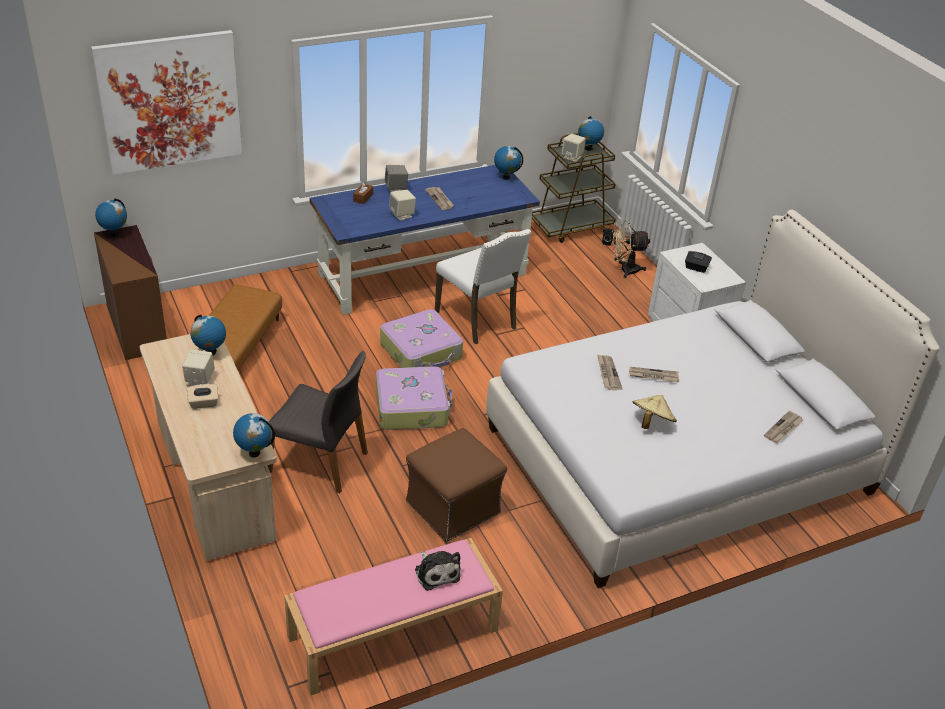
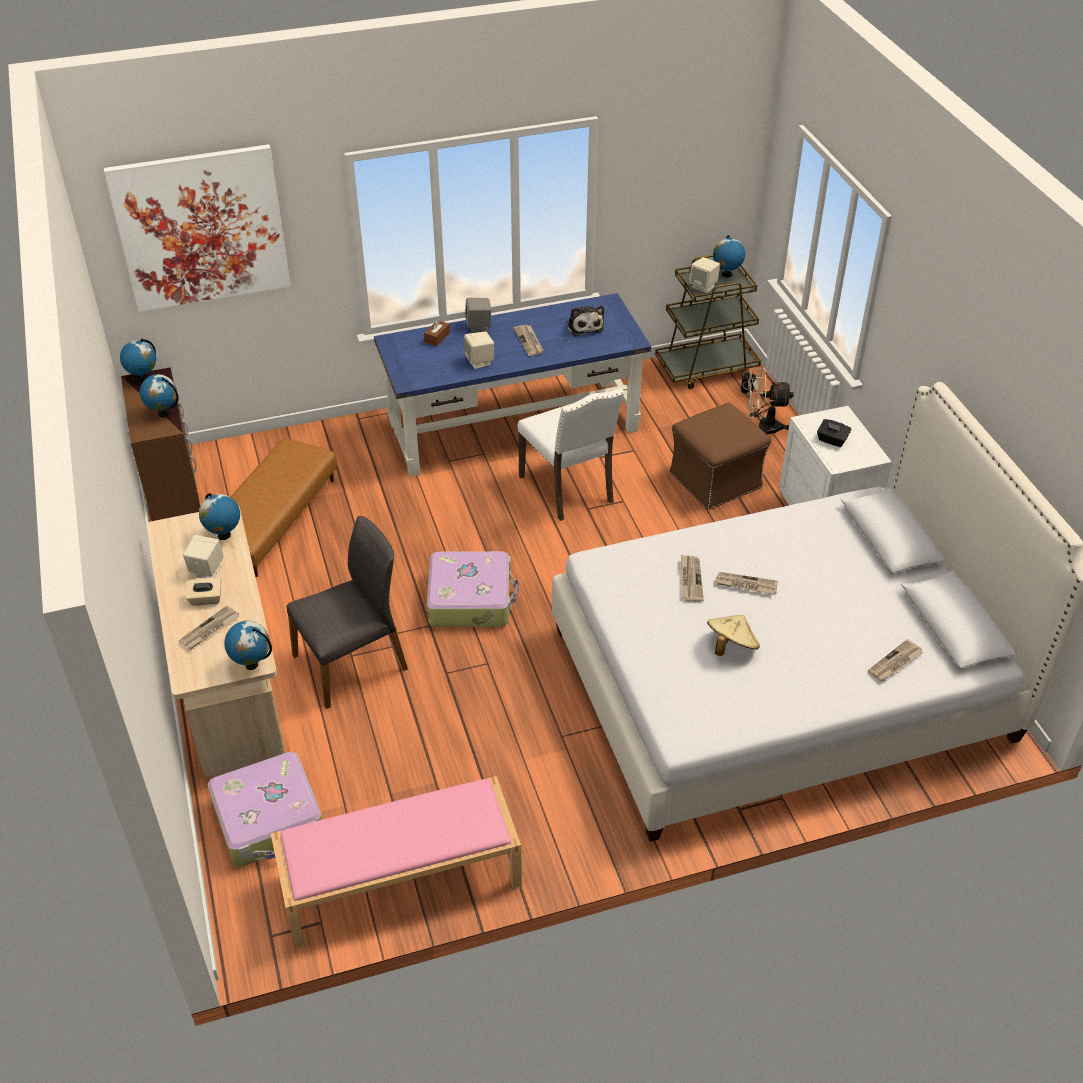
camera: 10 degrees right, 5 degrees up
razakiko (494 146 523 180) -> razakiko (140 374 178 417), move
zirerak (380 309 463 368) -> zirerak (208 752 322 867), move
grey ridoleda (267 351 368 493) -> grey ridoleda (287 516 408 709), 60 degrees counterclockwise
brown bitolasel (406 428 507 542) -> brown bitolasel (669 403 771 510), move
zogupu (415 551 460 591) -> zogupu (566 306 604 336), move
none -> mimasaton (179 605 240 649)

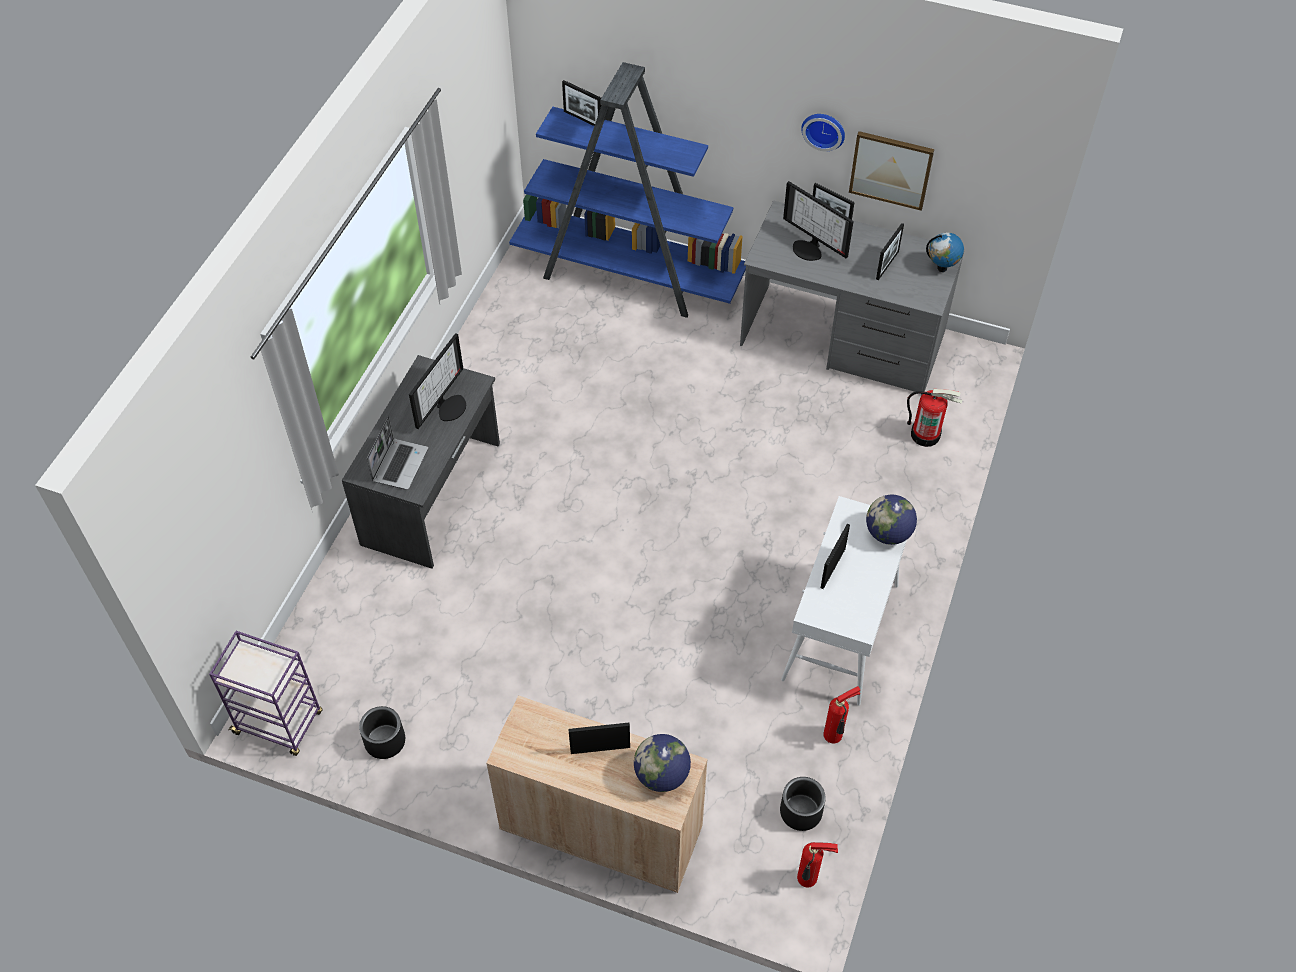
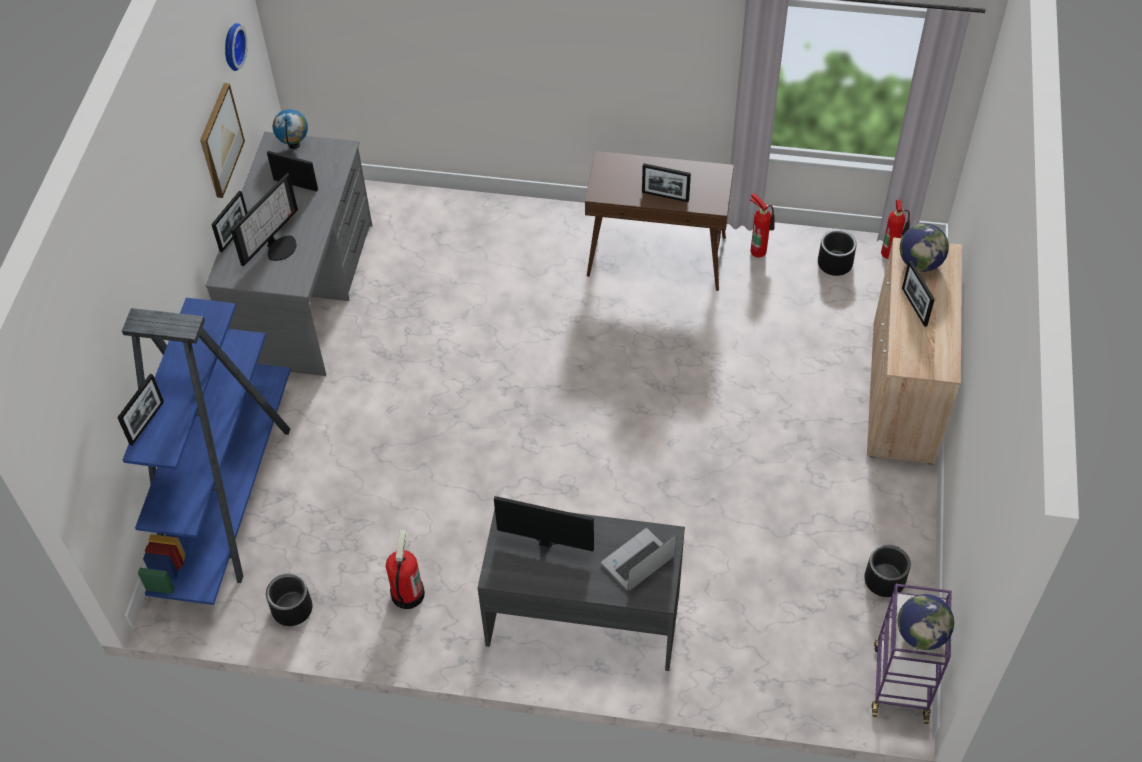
camera: 100 degrees left, 0 degrees up
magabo (801 114 845 152) -> magabo (225 23 248 71), move
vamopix (907 388 962 447) -> vamopix (386 530 425 609), move
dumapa (367 417 428 490) -> dumapa (601 528 676 591), 45 degrees counterclockwise
razakiko (866 495 917 545) -> razakiko (897 594 954 650), move
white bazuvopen (781 496 907 706) -> brown bazuvopen (585 151 734 291)
none -> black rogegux (266 574 312 626)

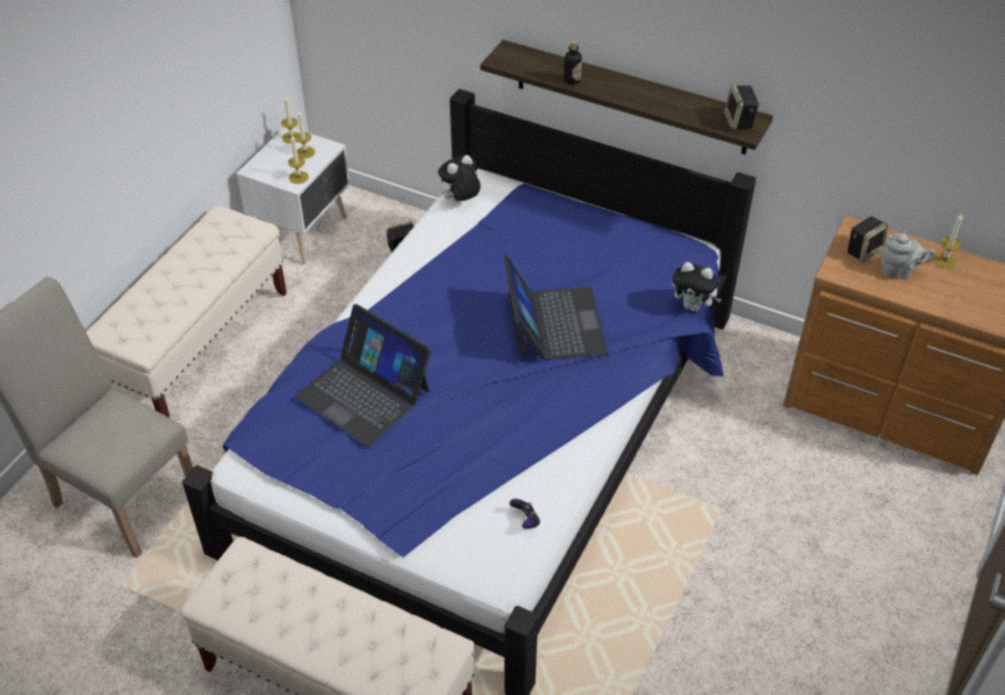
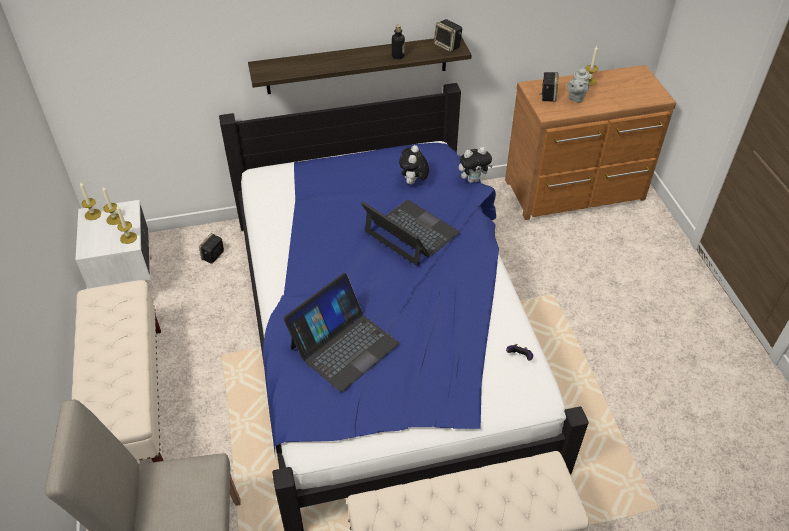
camera: 40 degrees left, 0 degrees up
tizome (564 40 582 85) -> tizome (392 25 405 59), move
zogupu (438 155 480 202) -> zogupu (399 145 429 185), move
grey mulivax (881 233 935 279) -> grey mulivax (567 67 590 103), 135 degrees clockwise
dumapa (295 304 431 446) -> dumapa (283 273 400 392), 45 degrees counterclockwise

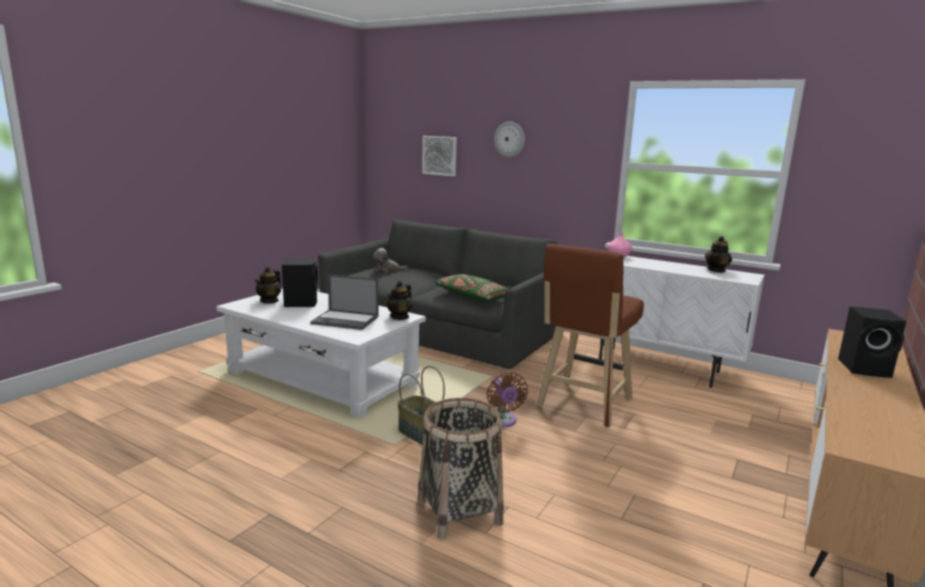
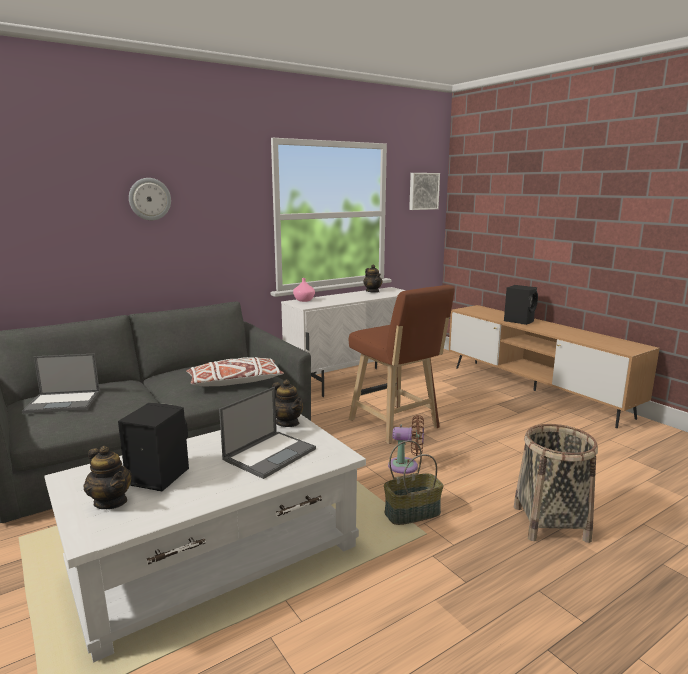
camera: 65 degrees left, 0 degrees up
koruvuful (422 136 457 176) -> koruvuful (409 173 440 210), move
zogupu (373 248 407 273) -> dumapa (22 354 100 414)
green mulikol (435 274 509 302) -> white mulikol (186 357 284 386)

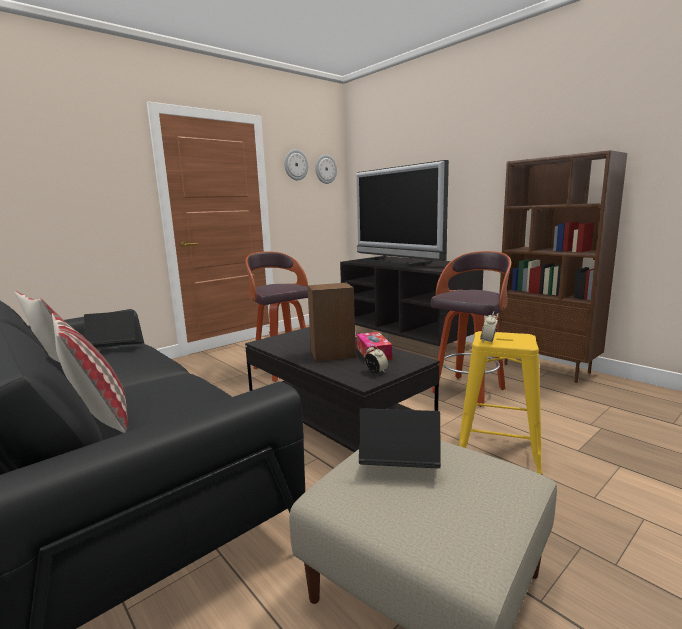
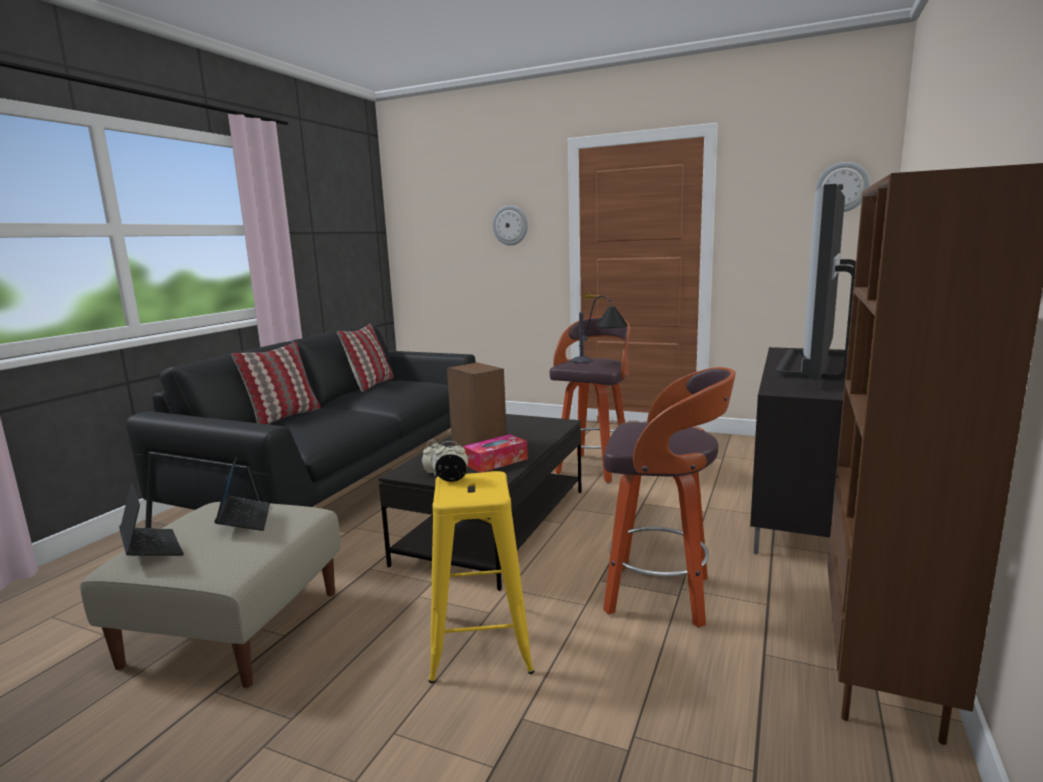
camera: 65 degrees right, 0 degrees up
magabo (284 149 308 180) -> magabo (493 205 528 245), move
dumapa (84 311 143 347) -> dumapa (119 483 184 556), move
none -> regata (571 296 628 363)

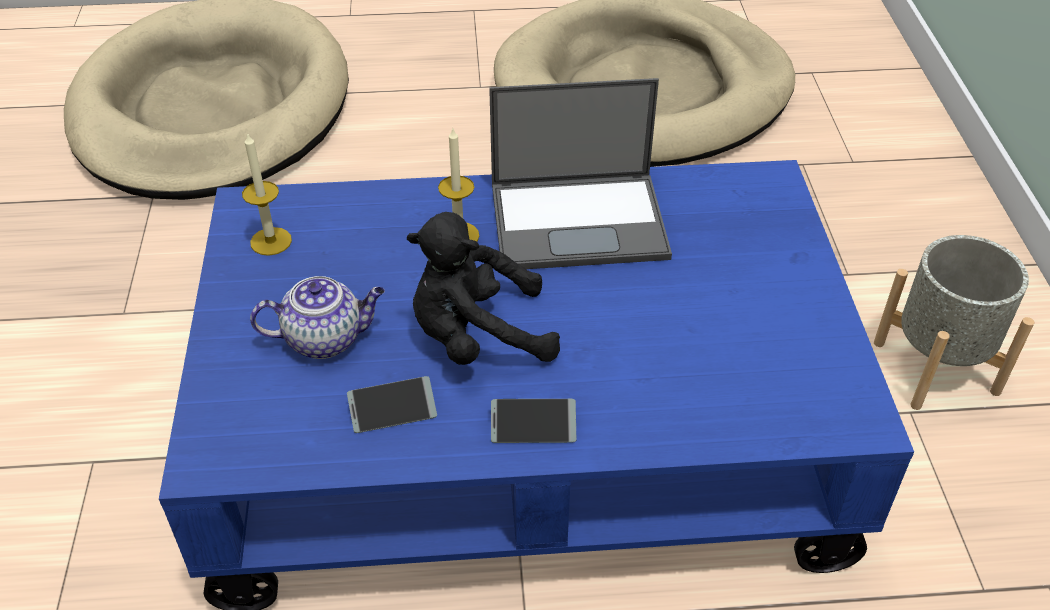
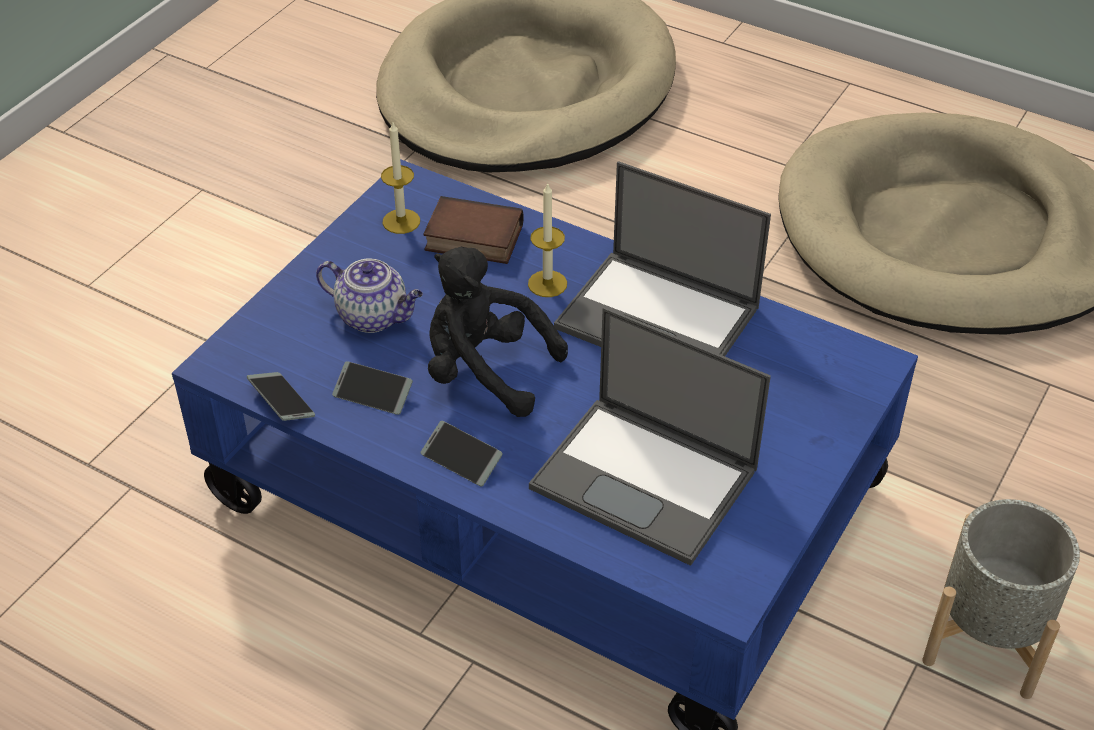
camera: 35 degrees right, 0 degrees up
none -> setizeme (423 196 524 264)
none -> dumapa (529 307 771 566)
none -> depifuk (247 372 315 421)

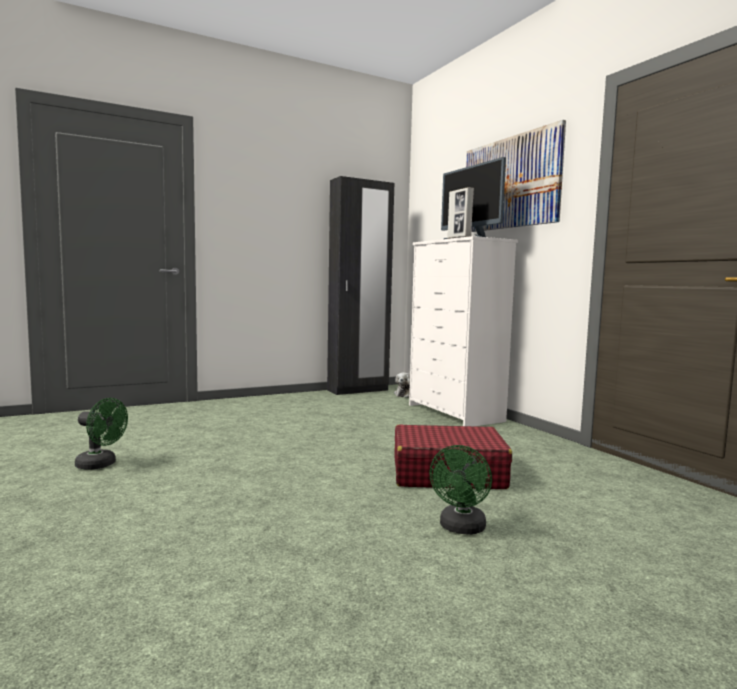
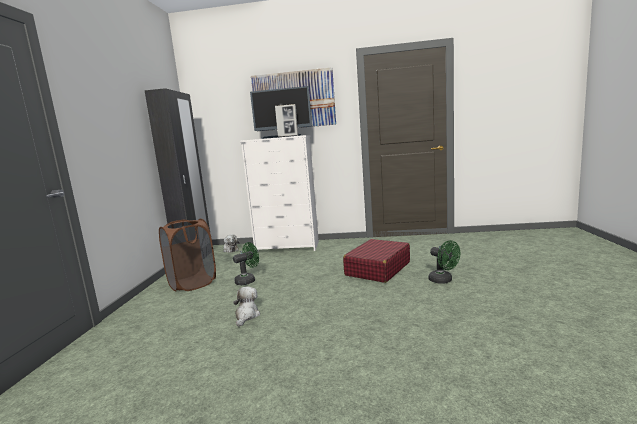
camera: 55 degrees left, 5 degrees up
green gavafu (75 398 128 470) -> green gavafu (233 242 259 285), move
none -> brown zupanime (159 219 216 292)
none -> zogupu (233 286 260 327)

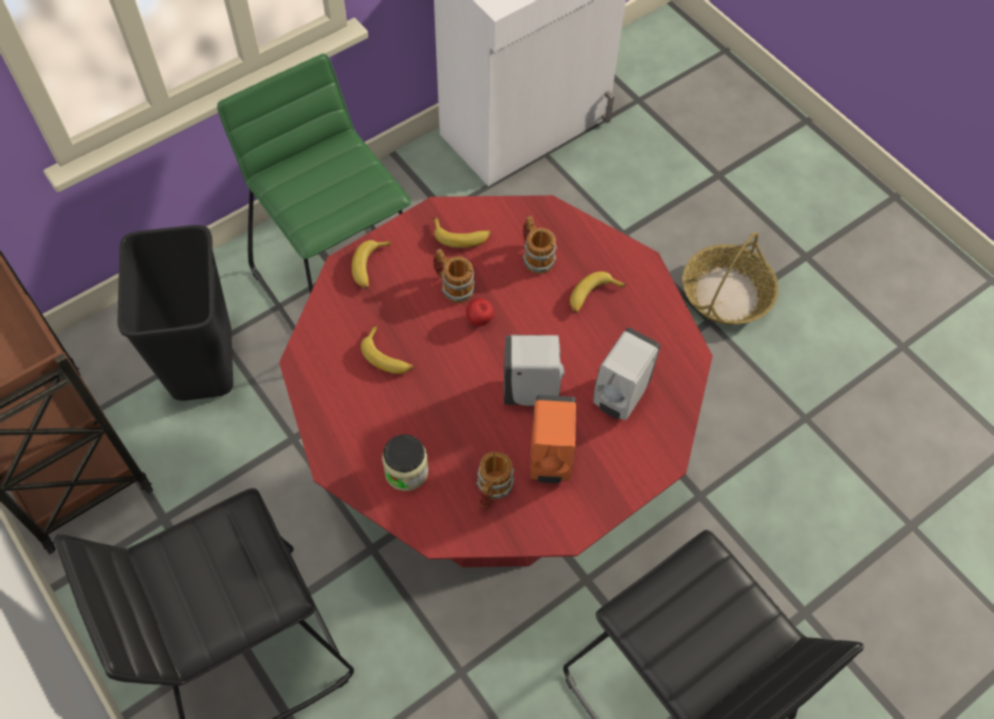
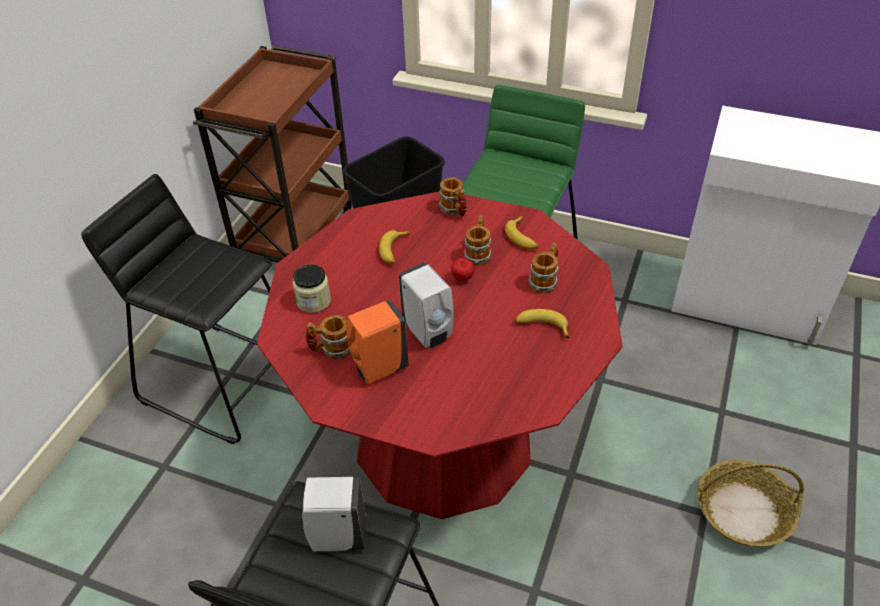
camera: 60 degrees right, 15 degrees down
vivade (352 240 391 289) -> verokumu (439 177 467 217)
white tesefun (593 327 660 420) -> white tesefun (302 477 366 551), move

